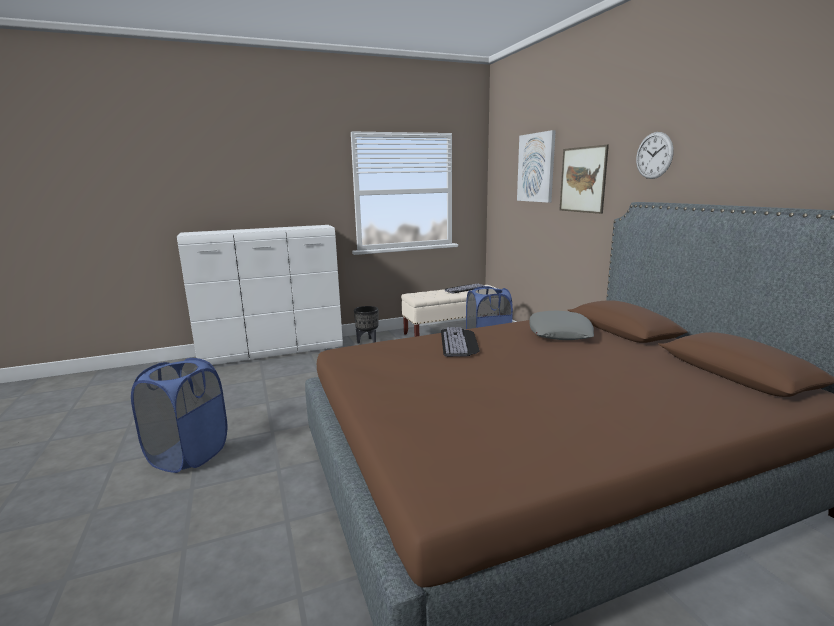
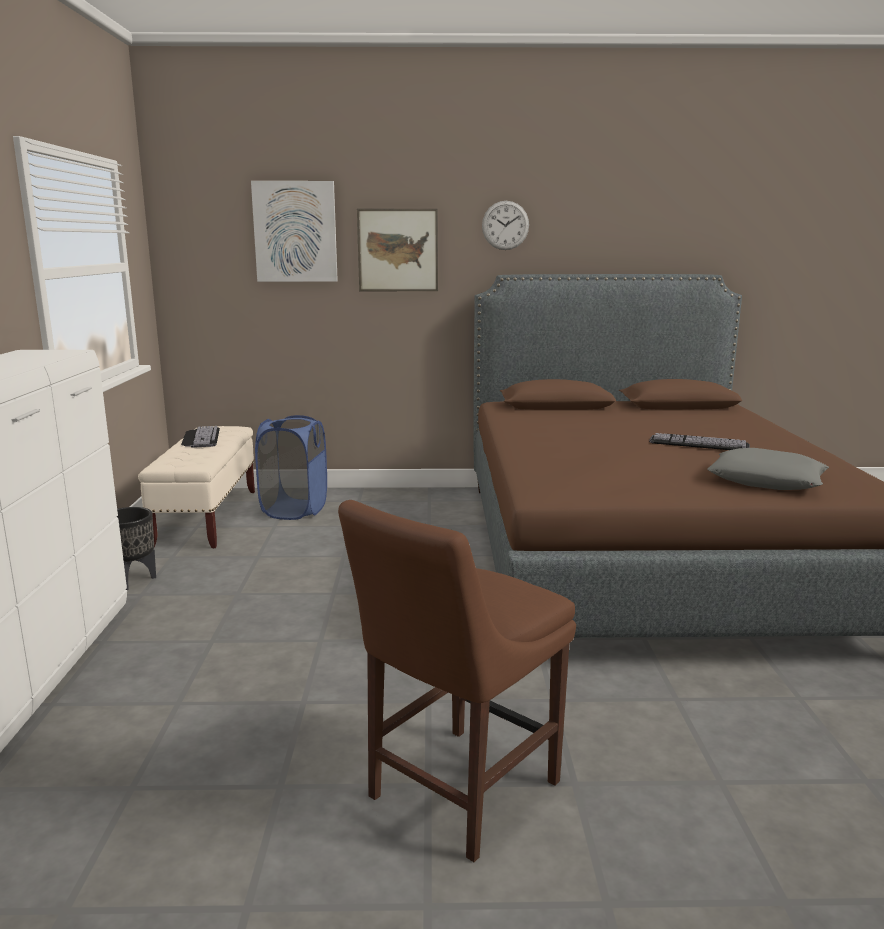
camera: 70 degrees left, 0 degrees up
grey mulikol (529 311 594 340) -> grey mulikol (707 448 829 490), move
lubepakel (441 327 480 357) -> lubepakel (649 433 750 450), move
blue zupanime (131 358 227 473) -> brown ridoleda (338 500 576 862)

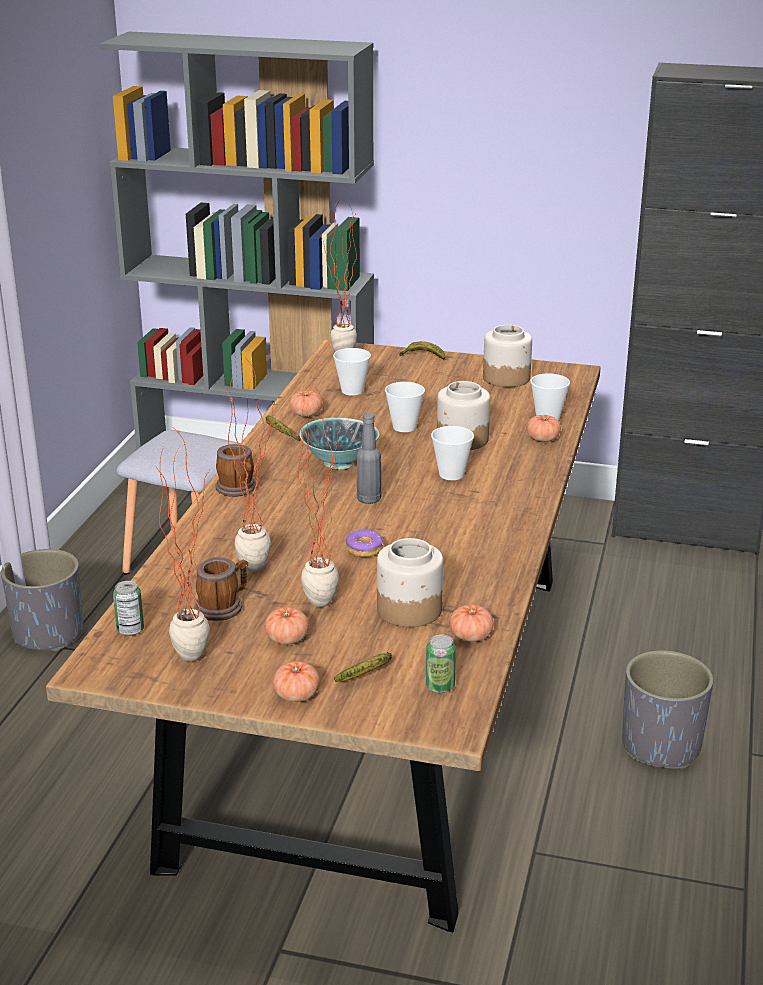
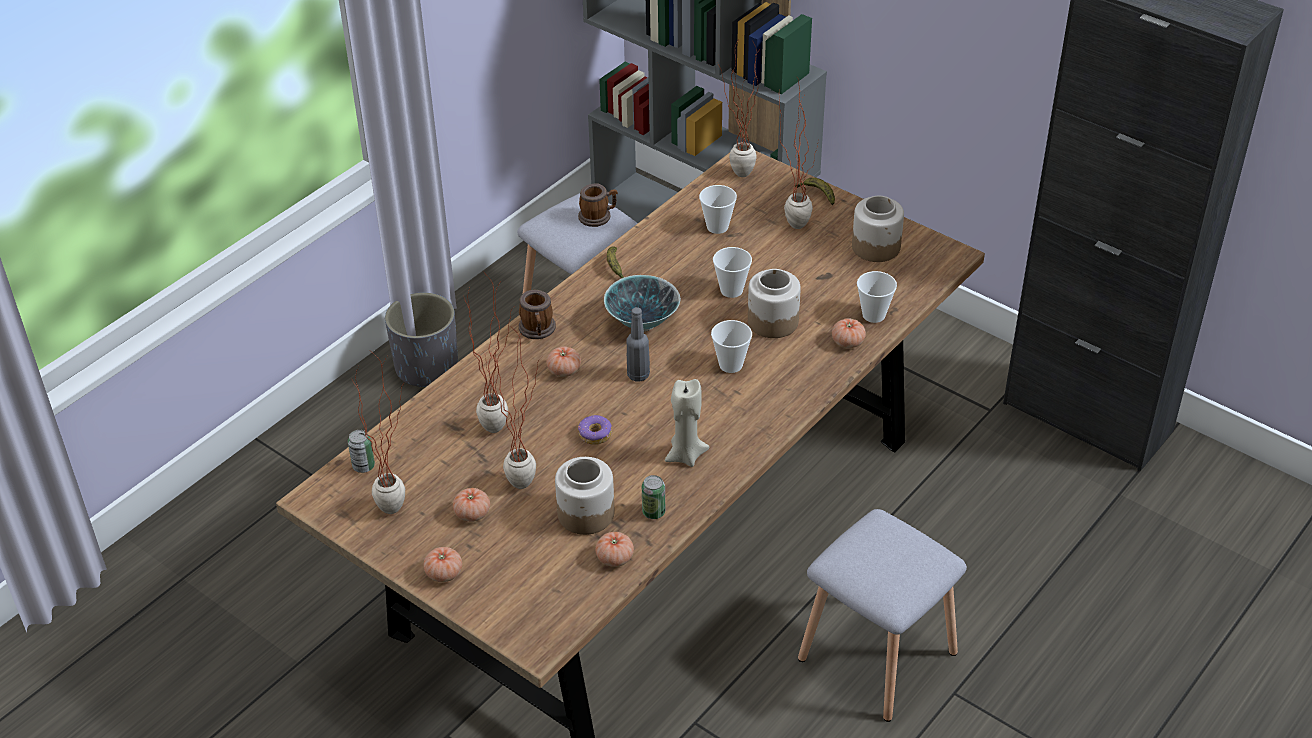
camera: 25 degrees right, 15 degrees up
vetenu (289 391 322 417) -> vetenu (547 347 581 377), move
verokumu (194 557 248 621) -> verokumu (578 183 618 227), move
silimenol (426 634 456 693) -> silimenol (642 475 665 519), move
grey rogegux (622 651 713 769) -> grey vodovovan (798 509 967 722)
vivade (334 652 392 682) -> none
none -> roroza (779 80 819 229)
none -> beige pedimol (665 379 710 467)

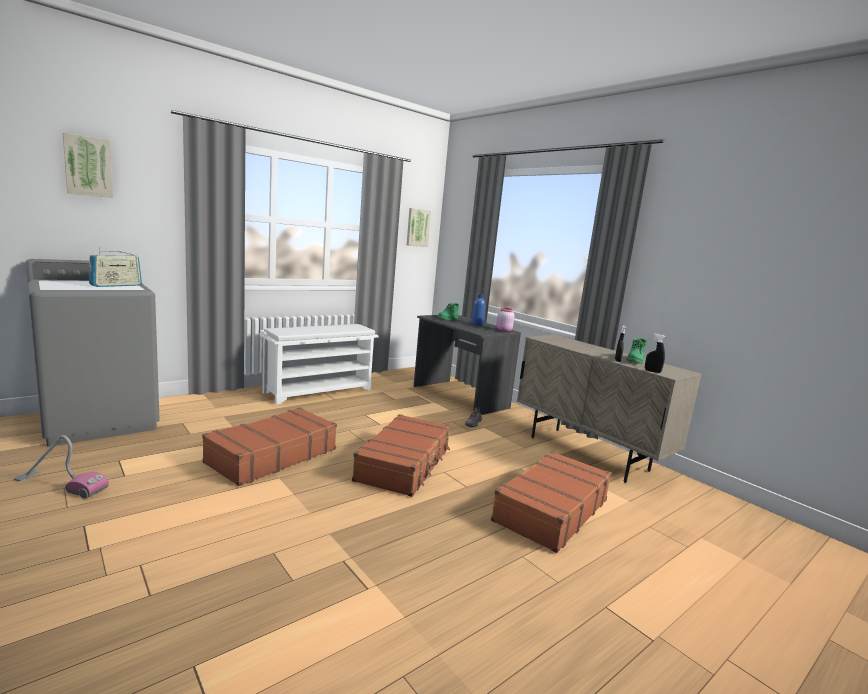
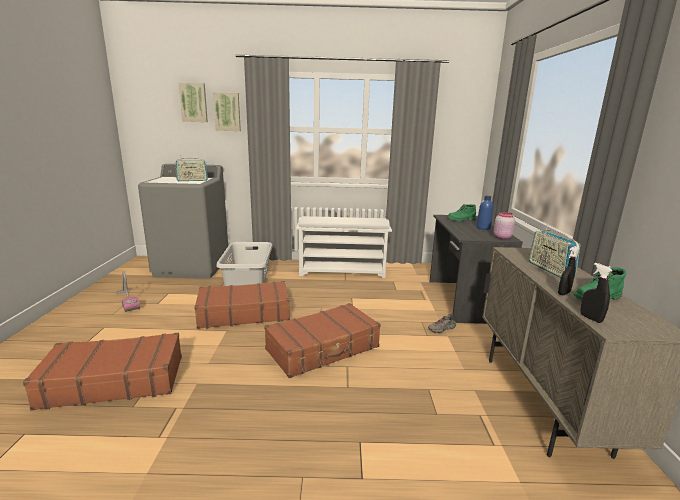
camera: 40 degrees right, 5 degrees up
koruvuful (406 208 431 247) -> koruvuful (213 92 241 131), move
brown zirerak (491 451 612 553) -> brown zirerak (23 333 182 410), move
none -> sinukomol (529 225 580 278)
none -> grey zupanime (216 242 273 286)

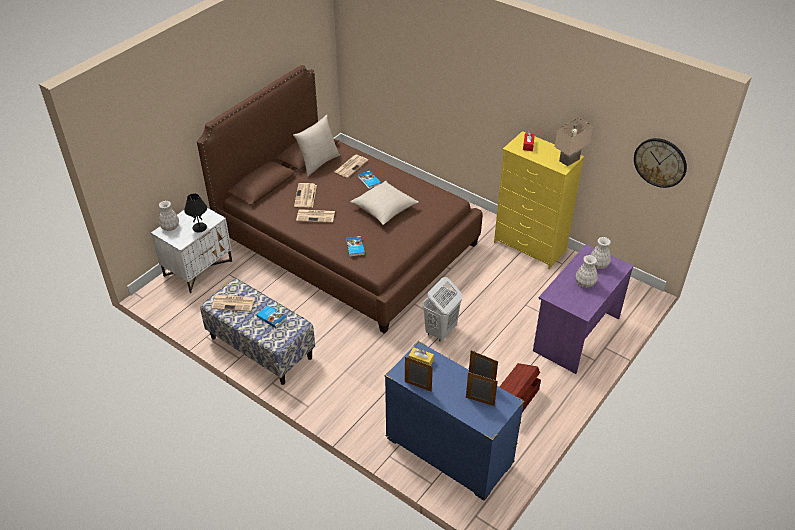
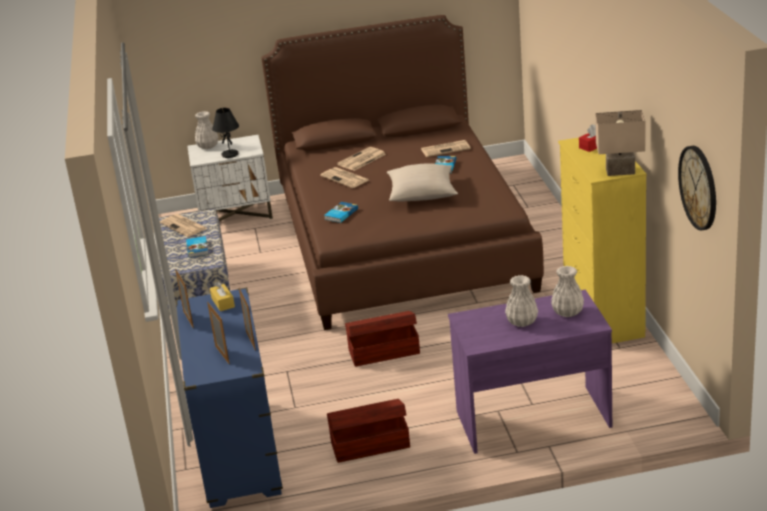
camera: 45 degrees right, 15 degrees down
beige mulikol (293 114 340 177) -> none
white zupanime (423 277 462 342) -> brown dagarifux (345 311 420 367)

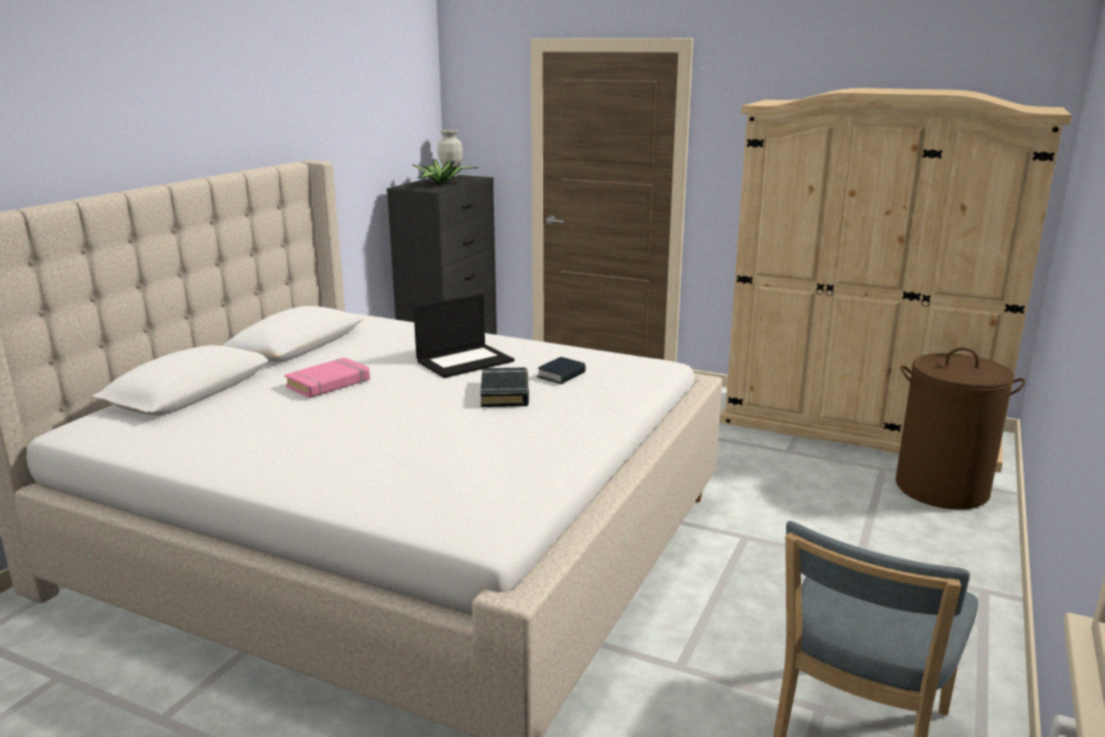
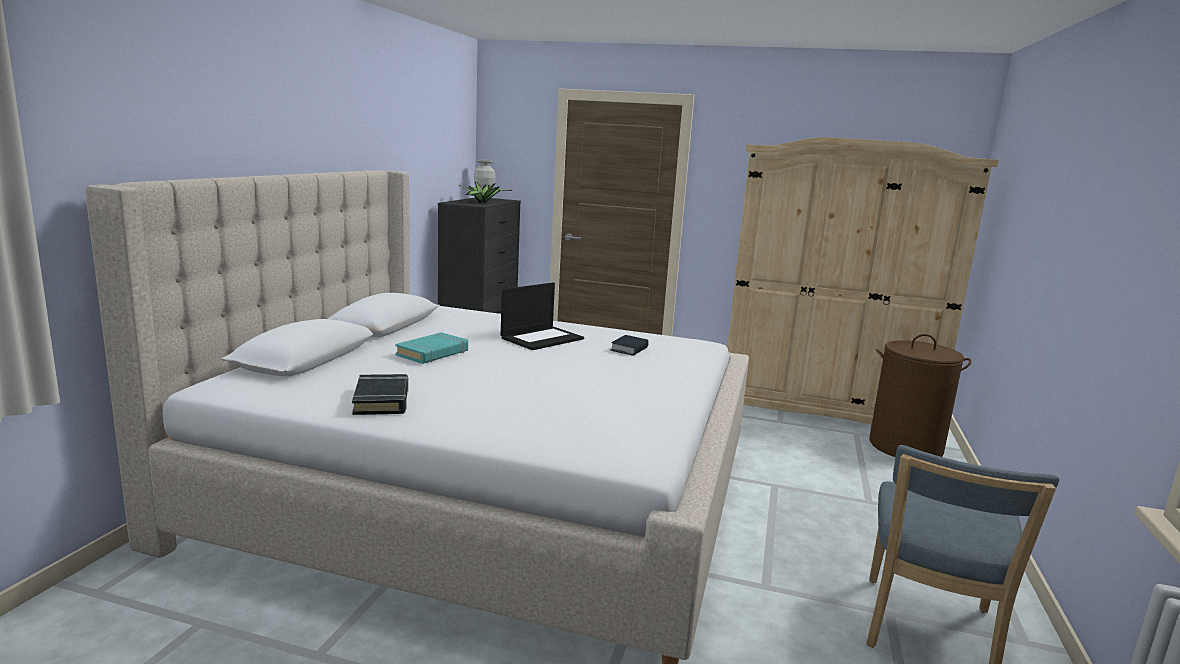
camera: 10 degrees left, 5 degrees down
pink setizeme (285 357 370 398) -> turquoise setizeme (395 332 468 364)
black setizeme (480 368 529 407) -> black setizeme (352 374 409 415), move

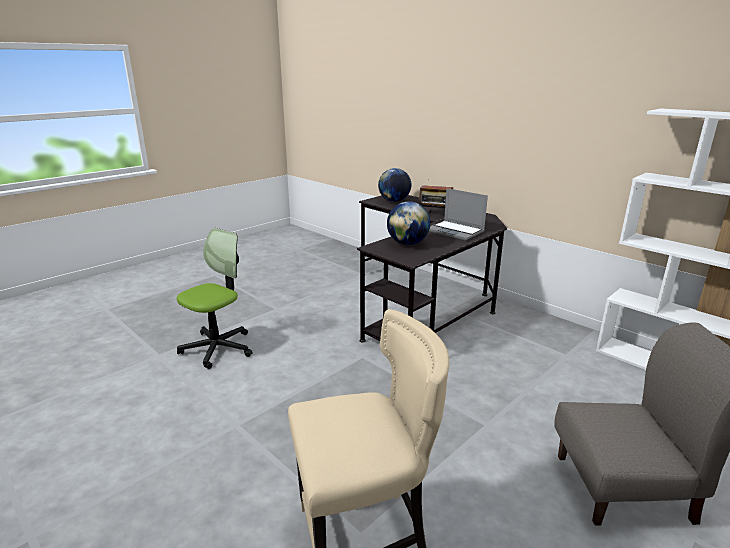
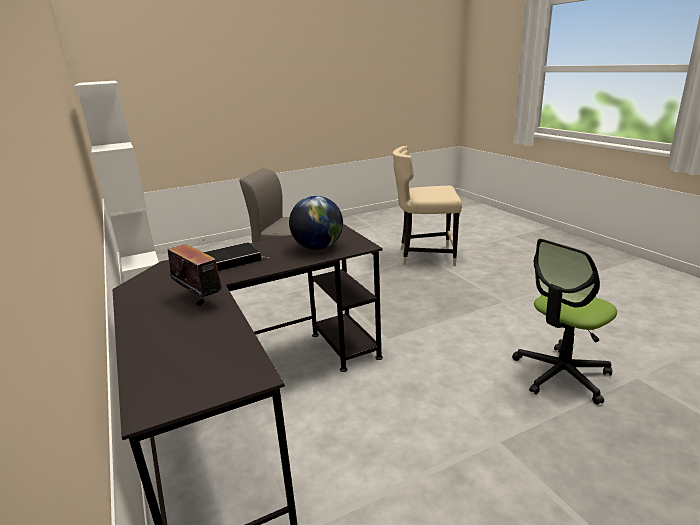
camera: 160 degrees left, 0 degrees up
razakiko (378 168 411 202) -> none
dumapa (429 188 488 241) -> setizeme (203 242 268 271)

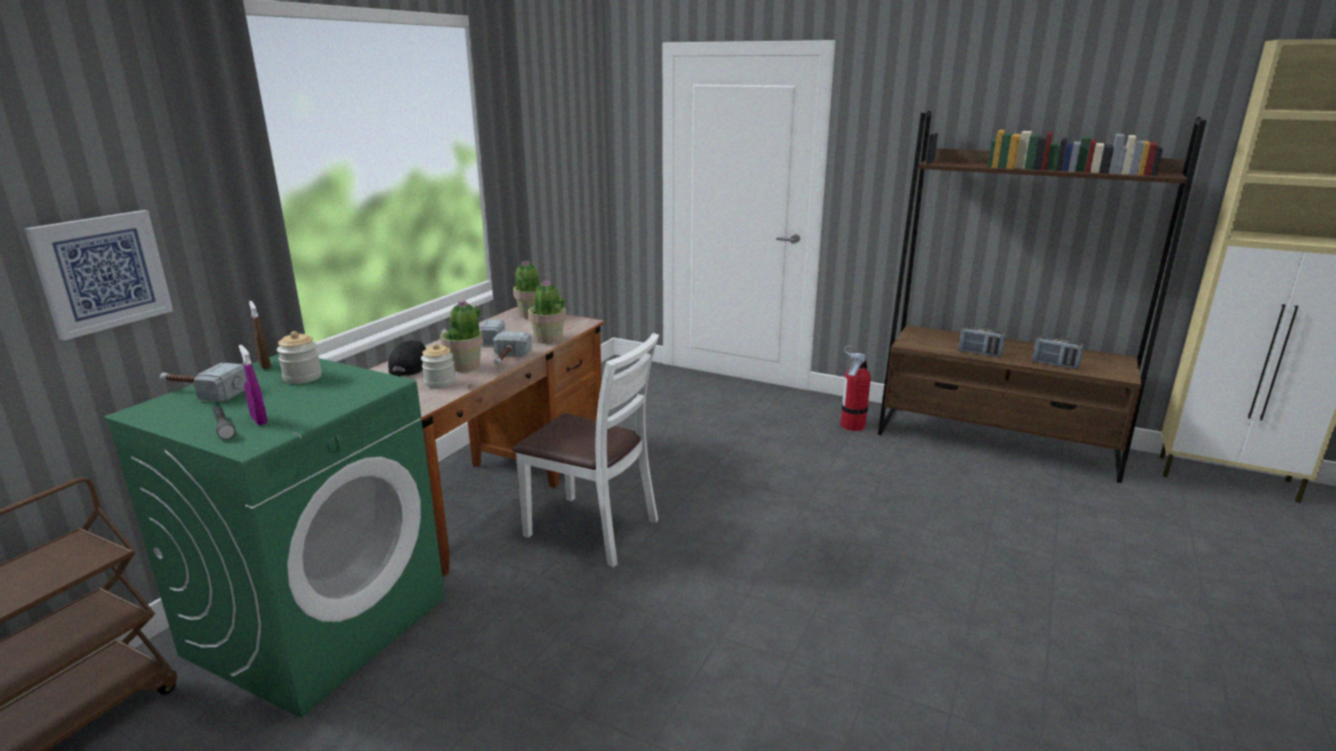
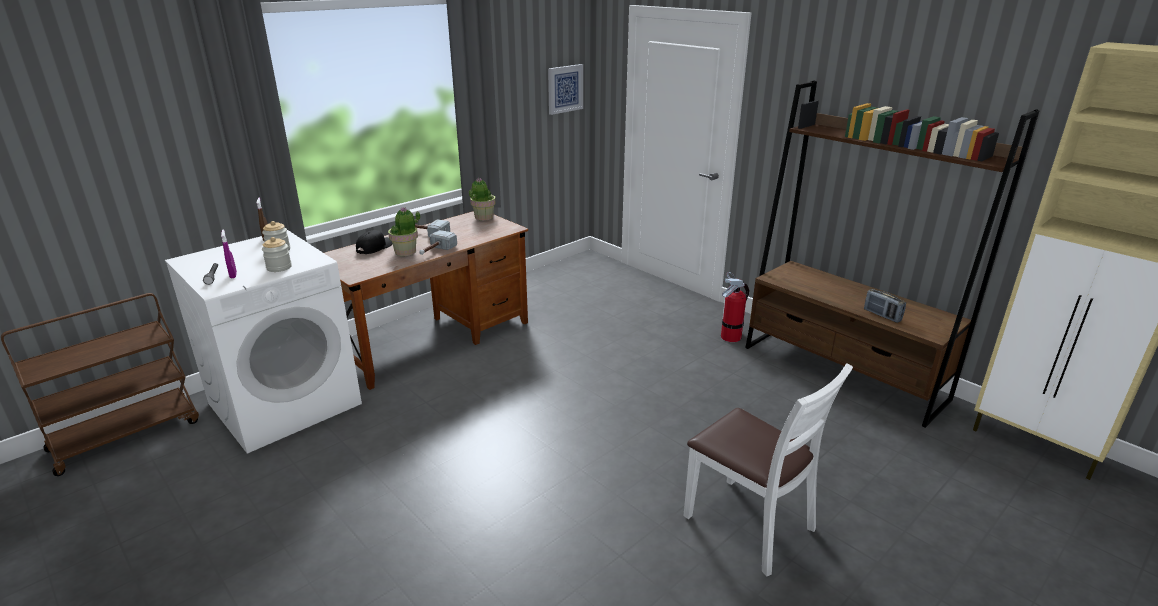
camera: 20 degrees right, 5 degrees up
koruvuful (24 210 173 341) -> koruvuful (548 64 583 115), move
roroza (528 280 566 344) -> none
sinukomol (958 327 1006 357) -> none
white ridoleda (513 333 659 567) -> white ridoleda (683 363 853 576), move
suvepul (421 343 456 388) -> suvepul (262 237 292 272), move
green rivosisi (103 354 445 718) -> white rivosisi (165 230 362 454)
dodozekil (160 363 247 402) -> none

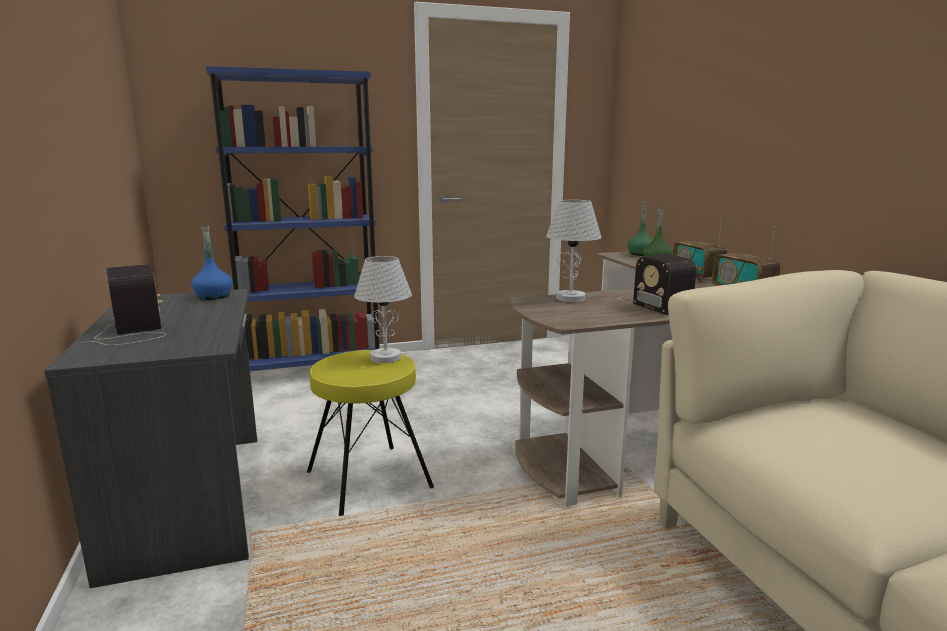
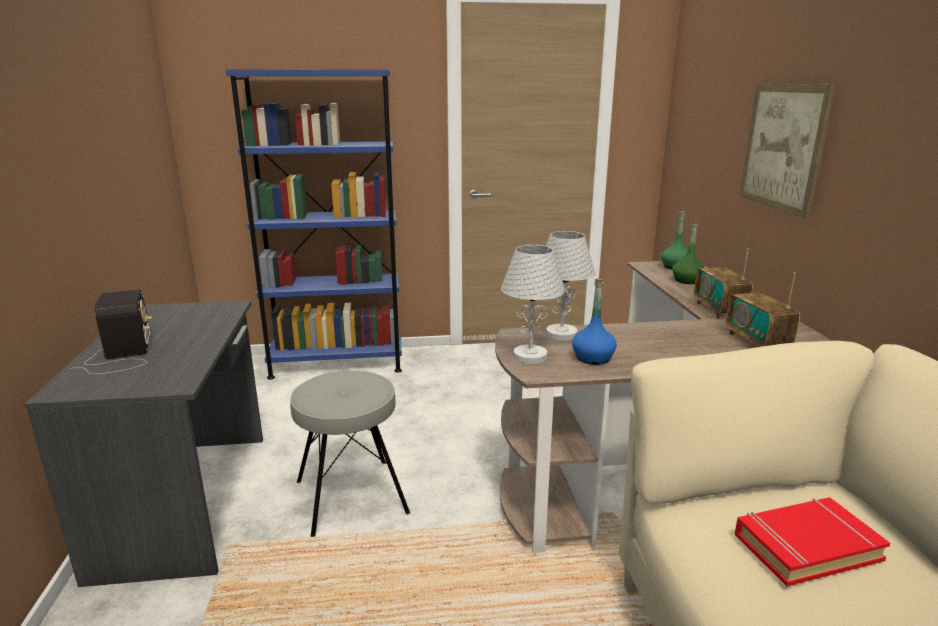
camera: 10 degrees right, 5 degrees up
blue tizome (191 224 233 300) -> blue tizome (572 279 617 365), move
sinukomol (619 254 696 315) -> none
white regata (354 256 412 363) -> white regata (501 245 565 364), move
yellow vodovovan (307 350 434 516) -> grey vodovovan (290 371 410 537)
none -> koruvuful (739 84 836 218)
none -> red setizeme (735 497 890 587)

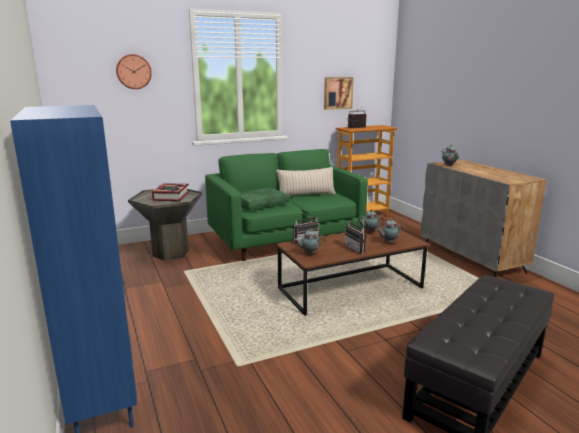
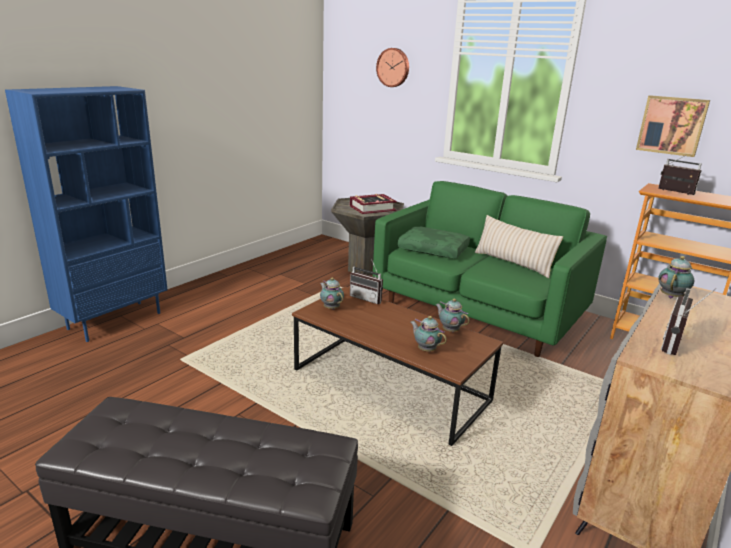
camera: 60 degrees right, 5 degrees up
sinukomol (345 216 366 254) -> sinukomol (661 288 717 355), move

